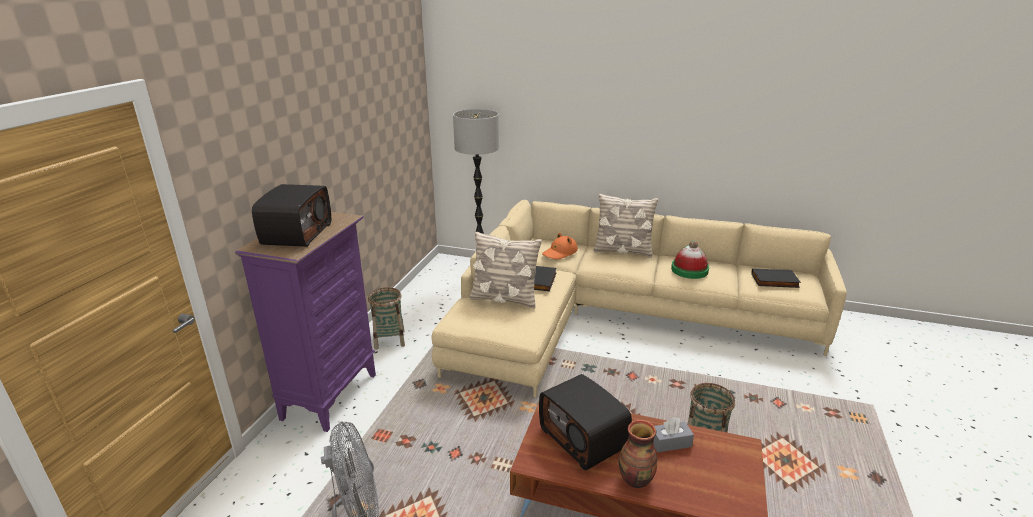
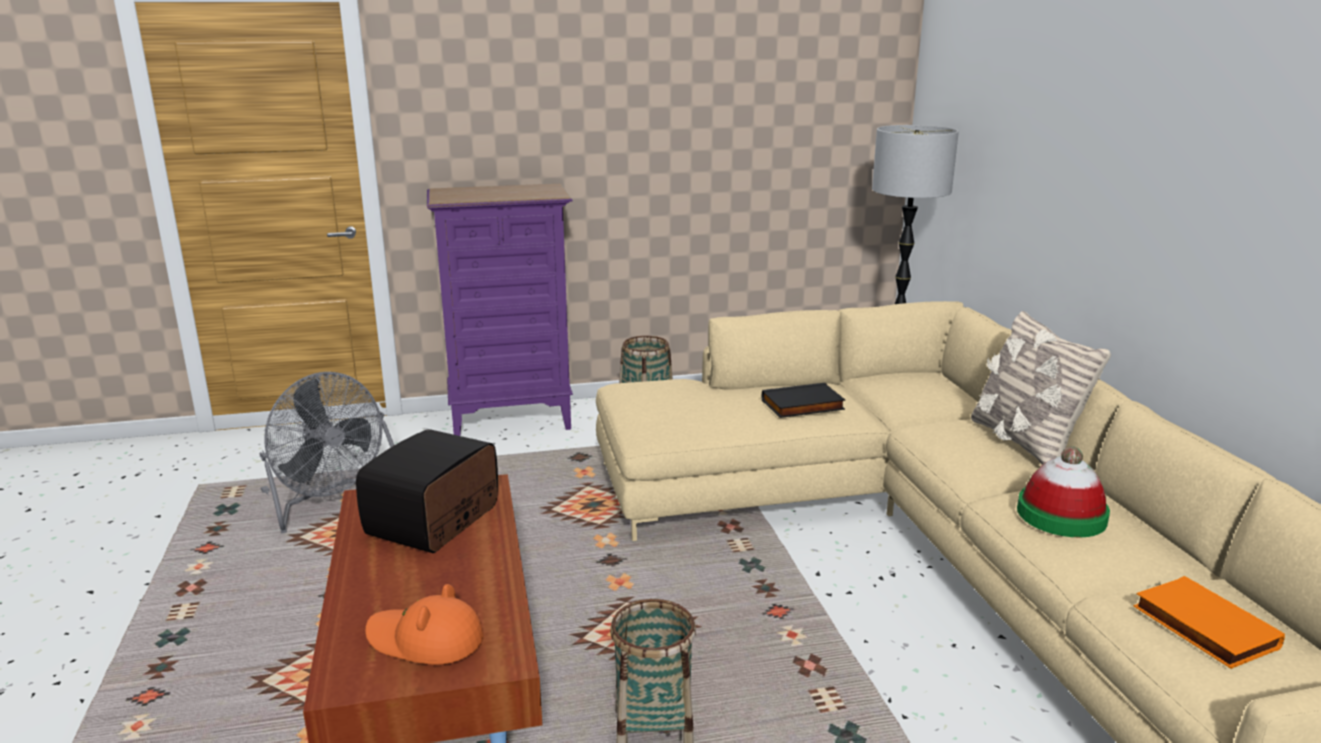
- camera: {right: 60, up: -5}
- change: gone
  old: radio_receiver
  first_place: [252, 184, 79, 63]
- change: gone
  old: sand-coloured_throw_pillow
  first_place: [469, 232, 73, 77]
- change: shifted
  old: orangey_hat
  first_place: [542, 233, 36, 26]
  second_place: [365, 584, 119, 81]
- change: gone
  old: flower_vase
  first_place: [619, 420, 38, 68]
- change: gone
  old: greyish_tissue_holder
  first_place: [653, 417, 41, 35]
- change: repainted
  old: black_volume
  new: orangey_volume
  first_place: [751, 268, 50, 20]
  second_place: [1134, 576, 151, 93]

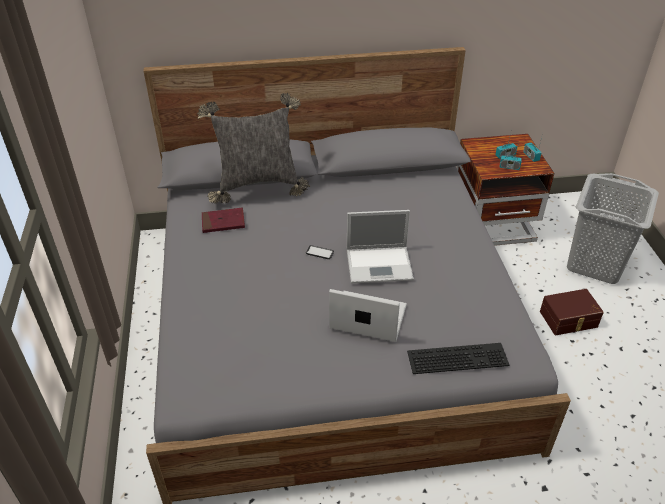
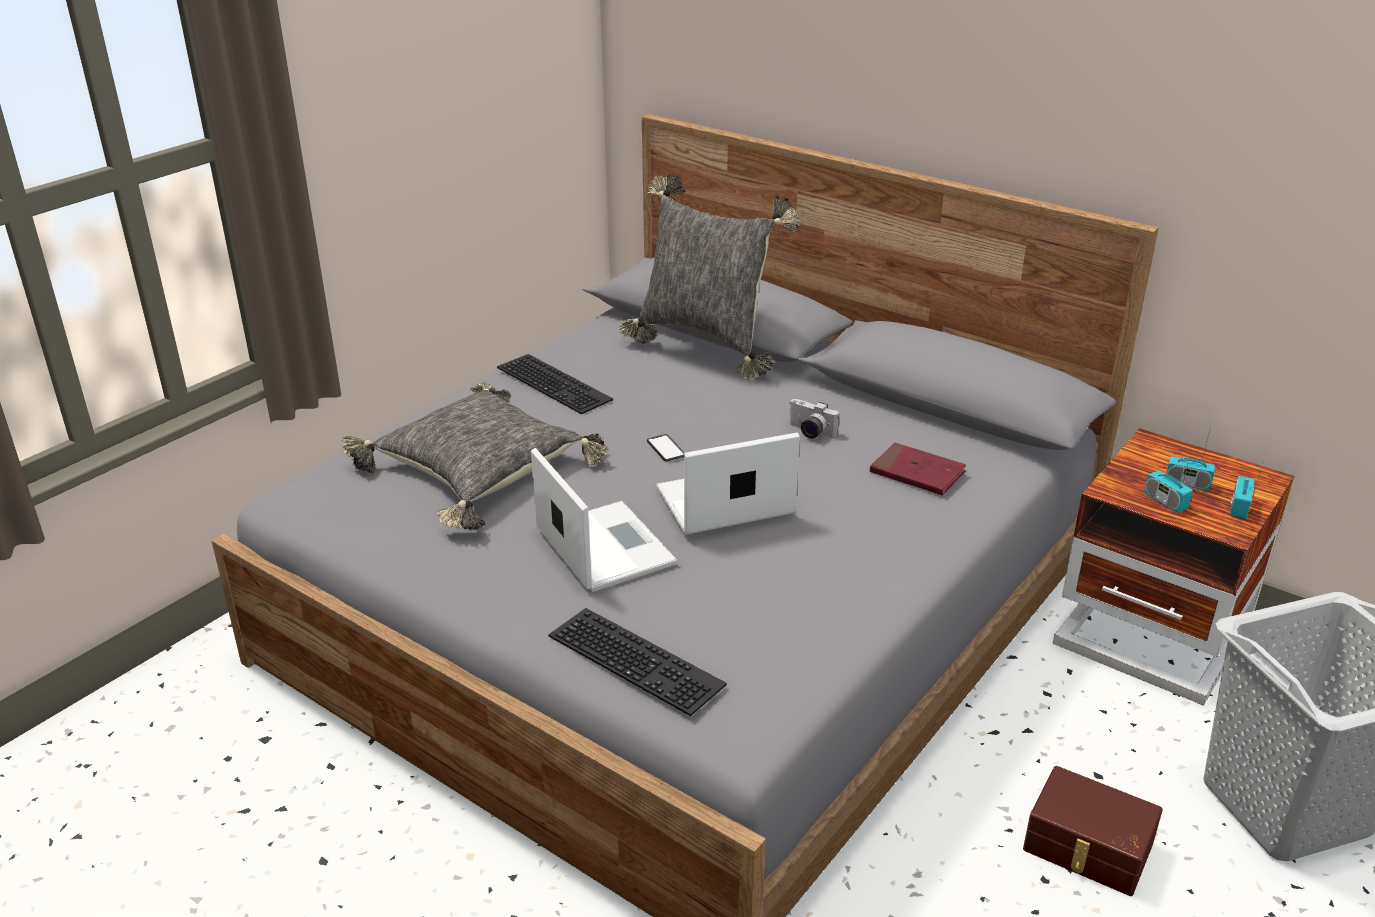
- camera: {right: 45, up: -10}
- change: shifted
  old: red_volume
  first_place: [202, 208, 43, 25]
  second_place: [870, 443, 96, 52]
- change: rotated
  old: laptop
  first_place: [347, 210, 67, 73]
  second_place: [656, 433, 144, 102]
  degrees: 120
- change: new
  new: throw_pillow
  second_place: [342, 382, 267, 148]
- change: new
  new: computer_keyboard
  second_place: [497, 354, 116, 60]
- change: new
  new: still_camera
  second_place: [790, 399, 49, 40]

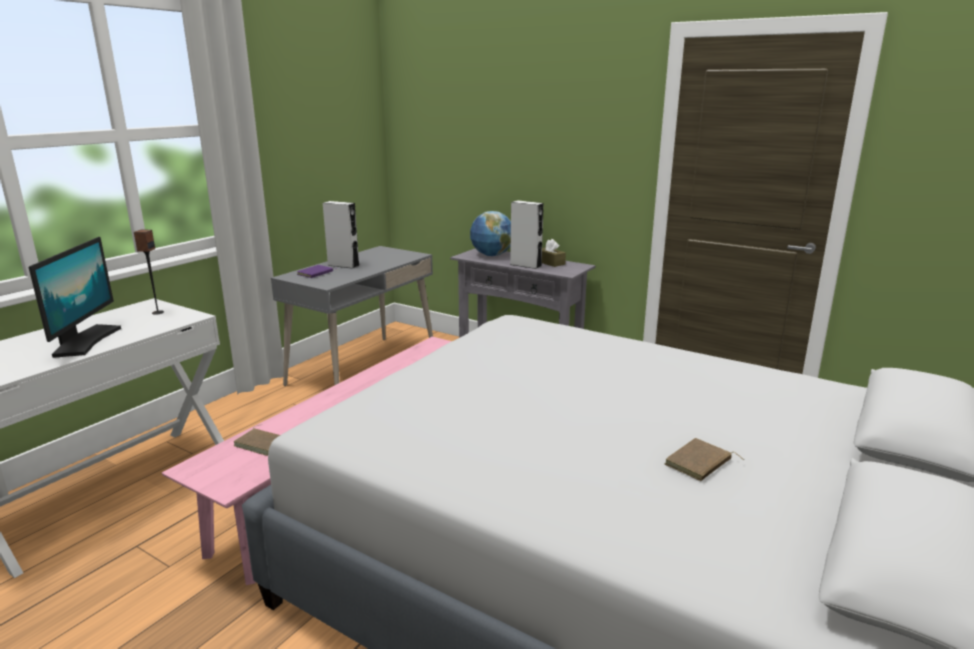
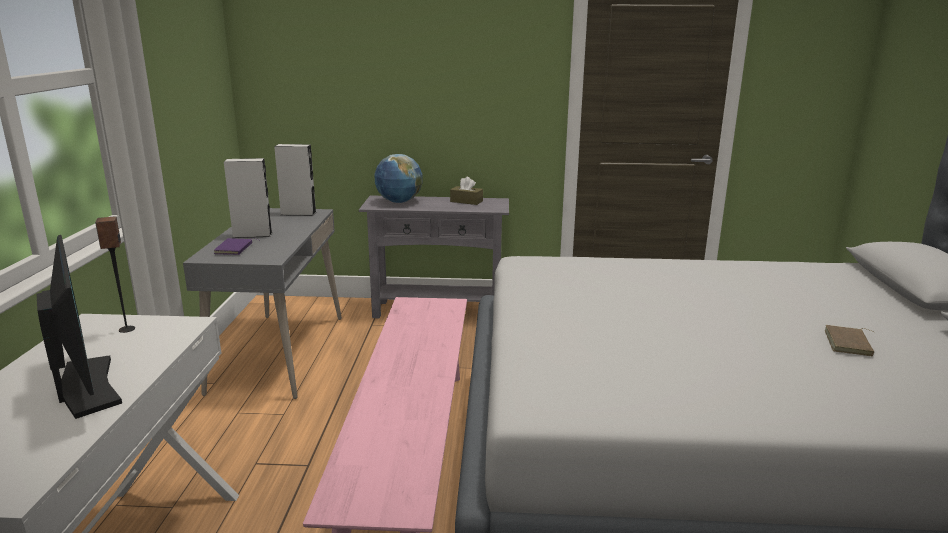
- camera: {right: -30, up: 0}
- change: gone
  old: brown_volume
  first_place: [233, 425, 47, 31]
- change: shifted
  old: greyish_loudspeaker
  first_place: [510, 200, 33, 69]
  second_place: [274, 144, 42, 72]

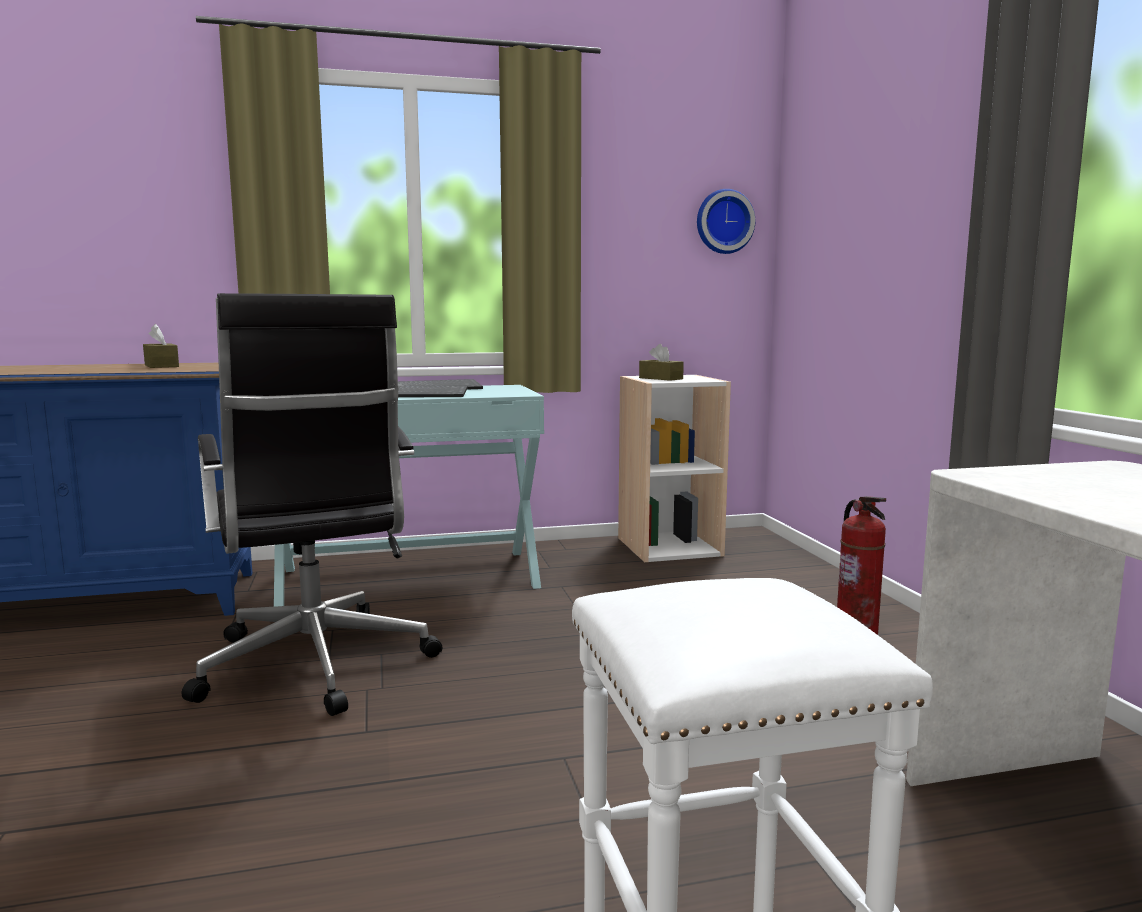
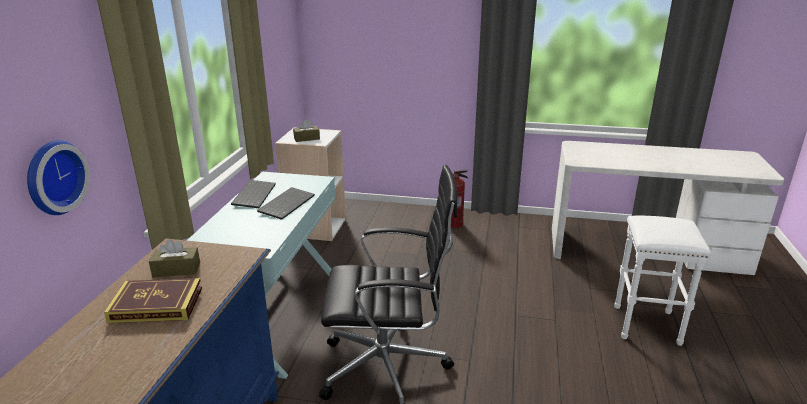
- camera: {right: -65, up: 15}
- change: shifted
  old: clock_on_the_wall
  first_place: [697, 189, 58, 65]
  second_place: [27, 140, 63, 75]
- change: new
  new: volume
  second_place: [104, 278, 98, 45]

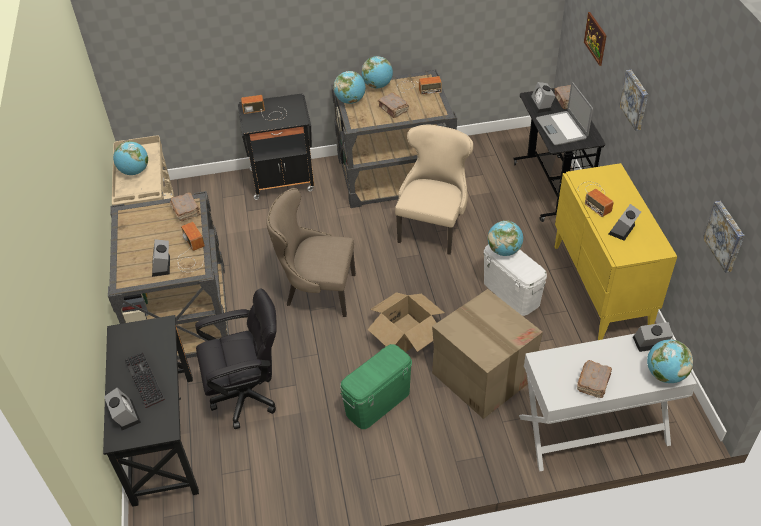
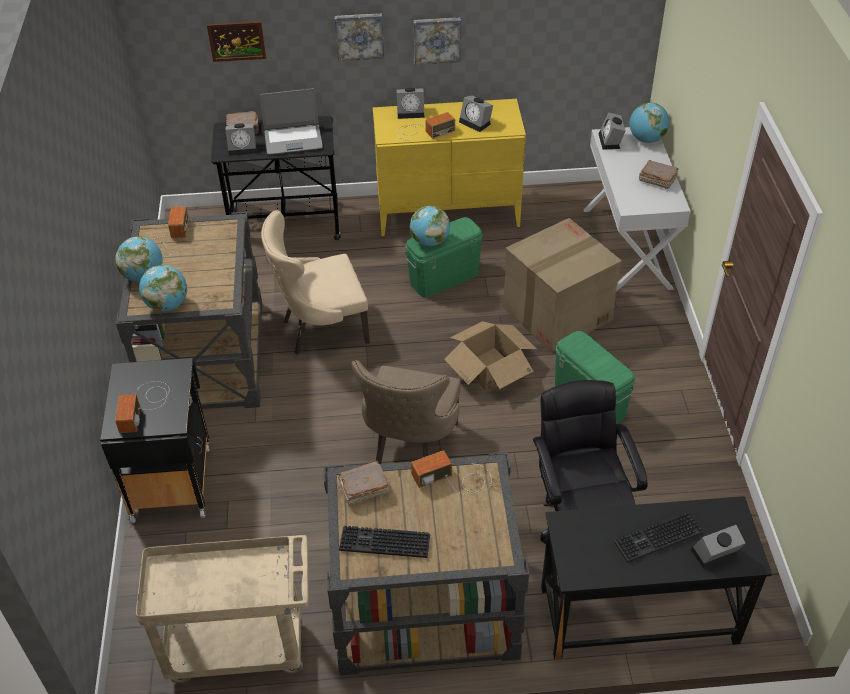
- camera: {right: -85, up: 0}
- change: gone
  old: globe
  first_place: [113, 141, 35, 34]
- change: shifted
  old: bedside_clock
  first_place: [152, 239, 18, 38]
  second_place: [397, 88, 27, 31]
- change: gone
  old: brown_volume
  first_place: [378, 92, 31, 26]
- change: rotated
  old: sand-coloured_plain_chair
  first_place: [395, 125, 78, 130]
  second_place: [261, 210, 109, 145]
  degrees: -45
- change: repainted
  old: white-coloured_storage_box
  new: greenish_storage_box
  first_place: [484, 244, 63, 72]
  second_place: [405, 217, 78, 80]
- change: shifted
  old: wall_picture
  first_place: [703, 201, 42, 72]
  second_place: [414, 17, 47, 48]
- change: new
  new: computer_keyboard
  second_place: [339, 526, 91, 32]

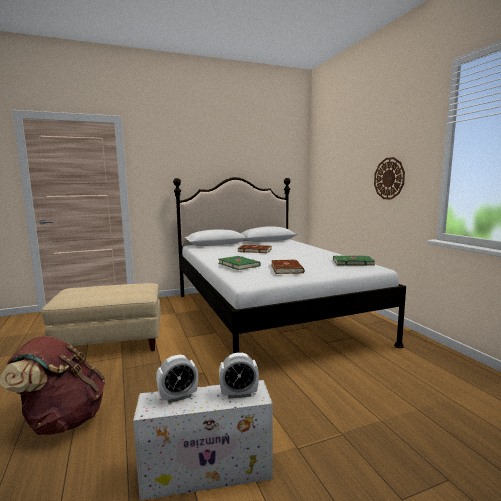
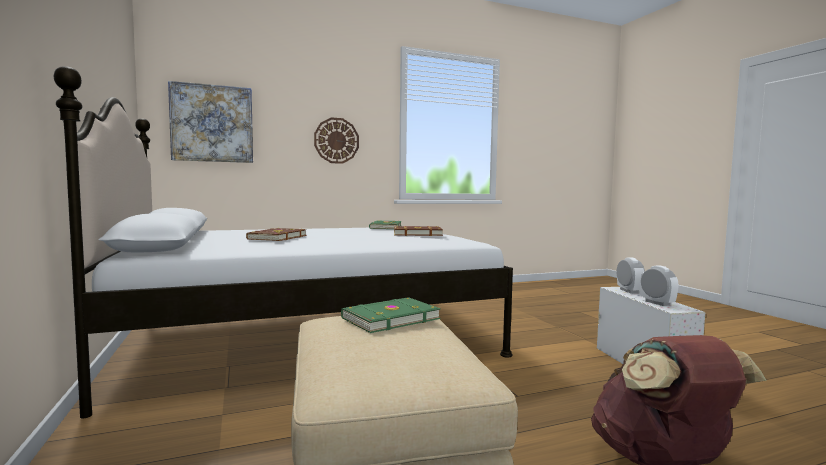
- camera: {right: -90, up: -5}
- change: shifted
  old: greenish_volume
  first_place: [218, 256, 43, 14]
  second_place: [341, 297, 100, 36]
- change: new
  new: wall_picture
  second_place: [168, 81, 85, 82]

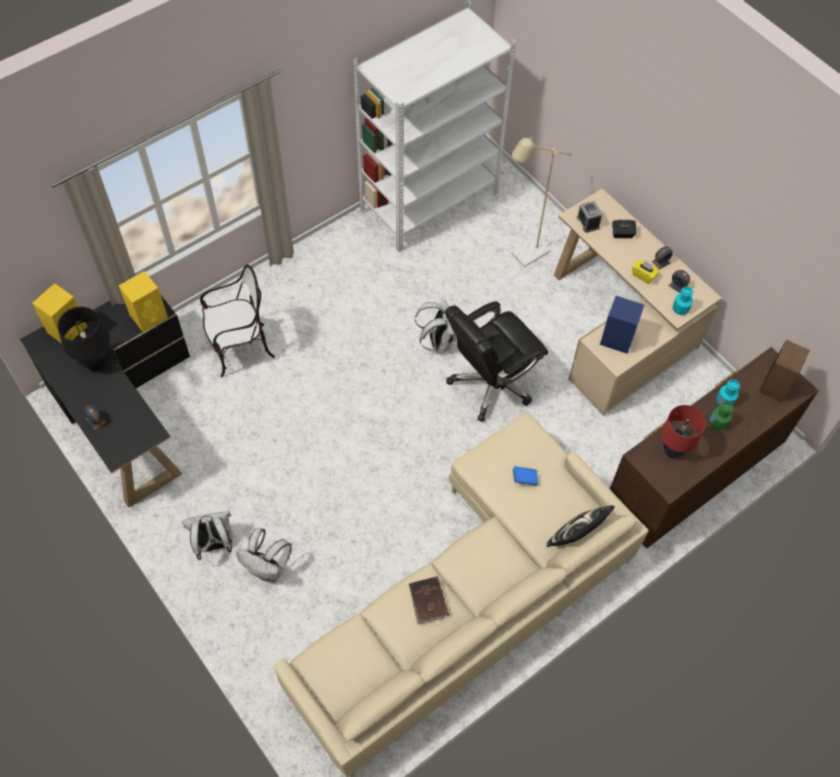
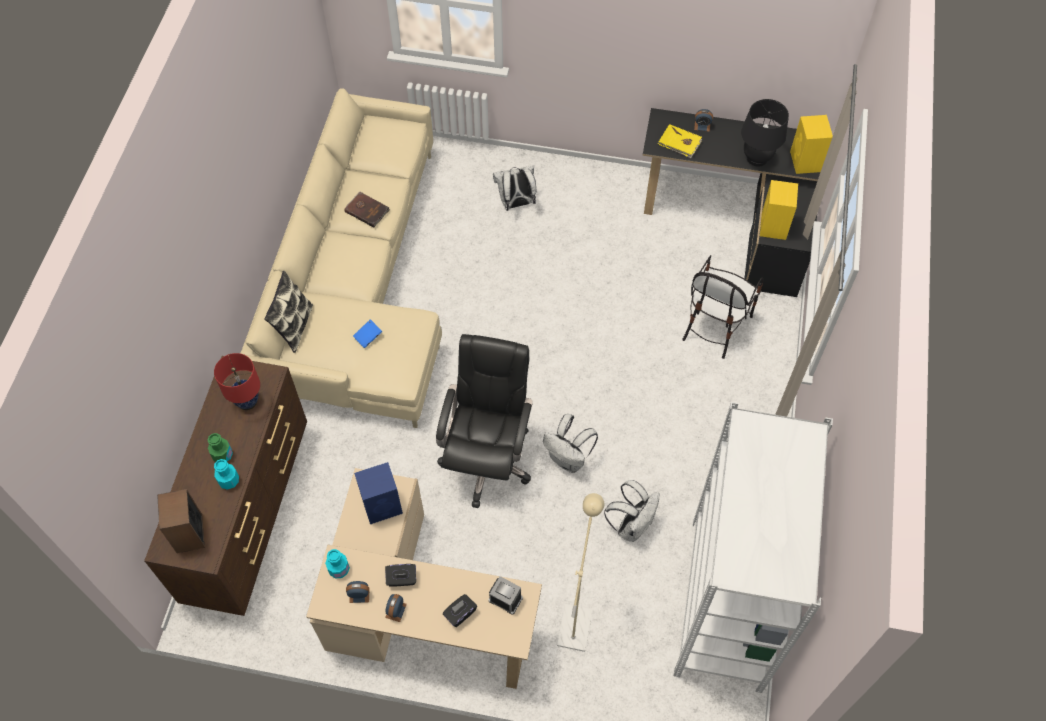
- camera: {right: 140, up: 0}
- change: shifted
  old: white-coloured_rucksack
  first_place: [182, 511, 51, 49]
  second_place: [604, 480, 56, 62]
- change: repainted
  old: yellow_tissue_holder
  new: black_tissue_holder
  first_place: [632, 260, 27, 24]
  second_place: [385, 564, 31, 23]
- change: new
  new: yellow_volume
  second_place: [658, 124, 44, 34]

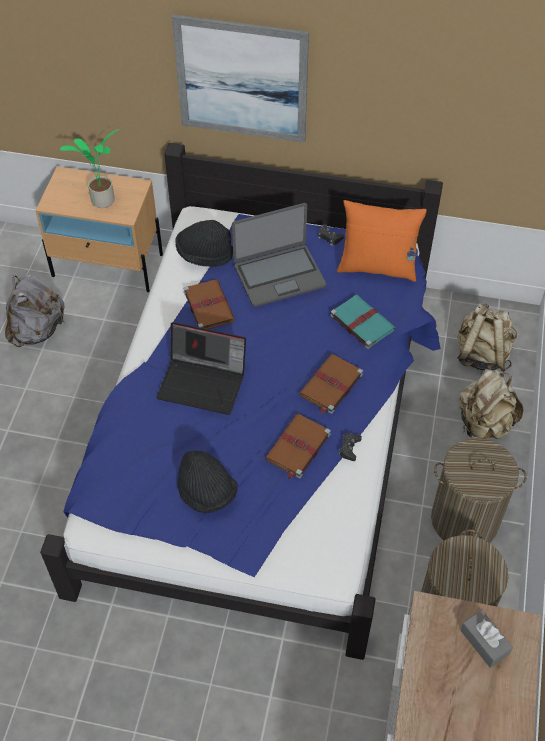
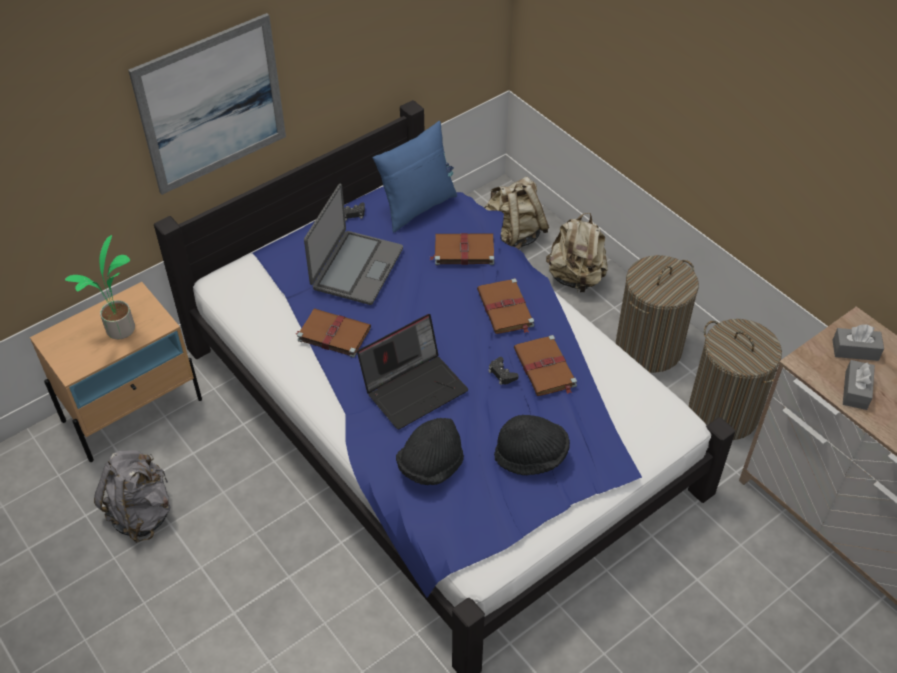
- camera: {right: -50, up: -5}
- change: shifted
  old: black_hat
  first_place: [175, 220, 58, 47]
  second_place: [396, 418, 68, 67]
- change: repainted
  old: turquoise-coloured_volume
  new: brown_volume
  first_place: [330, 295, 66, 54]
  second_place: [430, 233, 64, 32]
- change: repainted
  old: orangey_throw_pillow
  new: blue_throw_pillow
  first_place: [337, 200, 90, 82]
  second_place: [373, 121, 84, 111]
- change: shifted
  old: black_gamepad
  first_place: [338, 433, 24, 28]
  second_place: [488, 357, 31, 28]
- change: new
  new: greyish_tissue_holder
  second_place: [843, 360, 32, 50]

